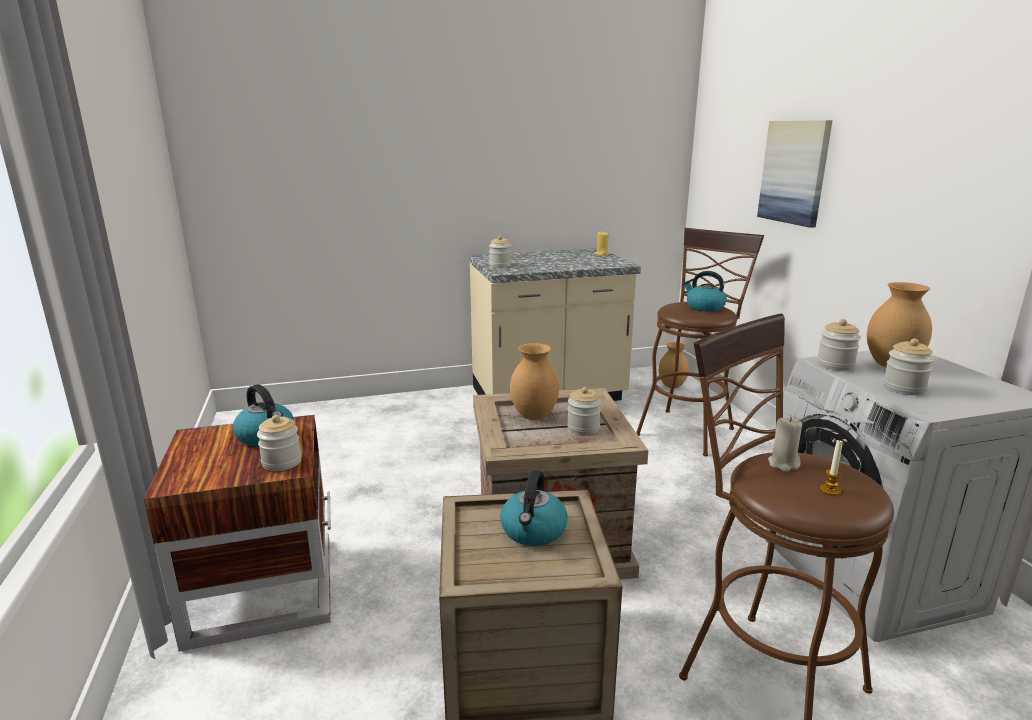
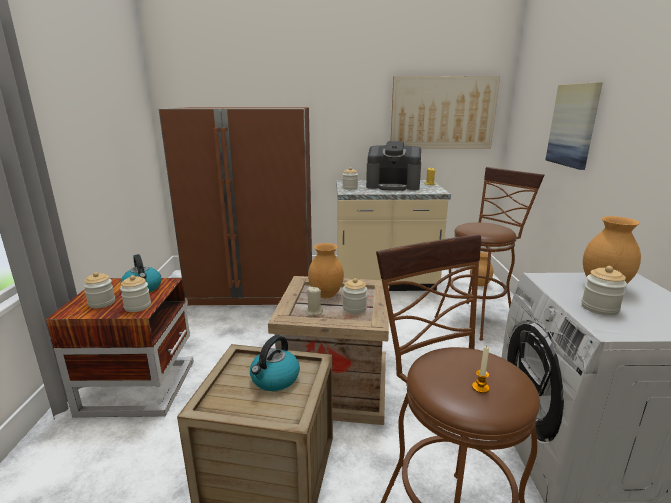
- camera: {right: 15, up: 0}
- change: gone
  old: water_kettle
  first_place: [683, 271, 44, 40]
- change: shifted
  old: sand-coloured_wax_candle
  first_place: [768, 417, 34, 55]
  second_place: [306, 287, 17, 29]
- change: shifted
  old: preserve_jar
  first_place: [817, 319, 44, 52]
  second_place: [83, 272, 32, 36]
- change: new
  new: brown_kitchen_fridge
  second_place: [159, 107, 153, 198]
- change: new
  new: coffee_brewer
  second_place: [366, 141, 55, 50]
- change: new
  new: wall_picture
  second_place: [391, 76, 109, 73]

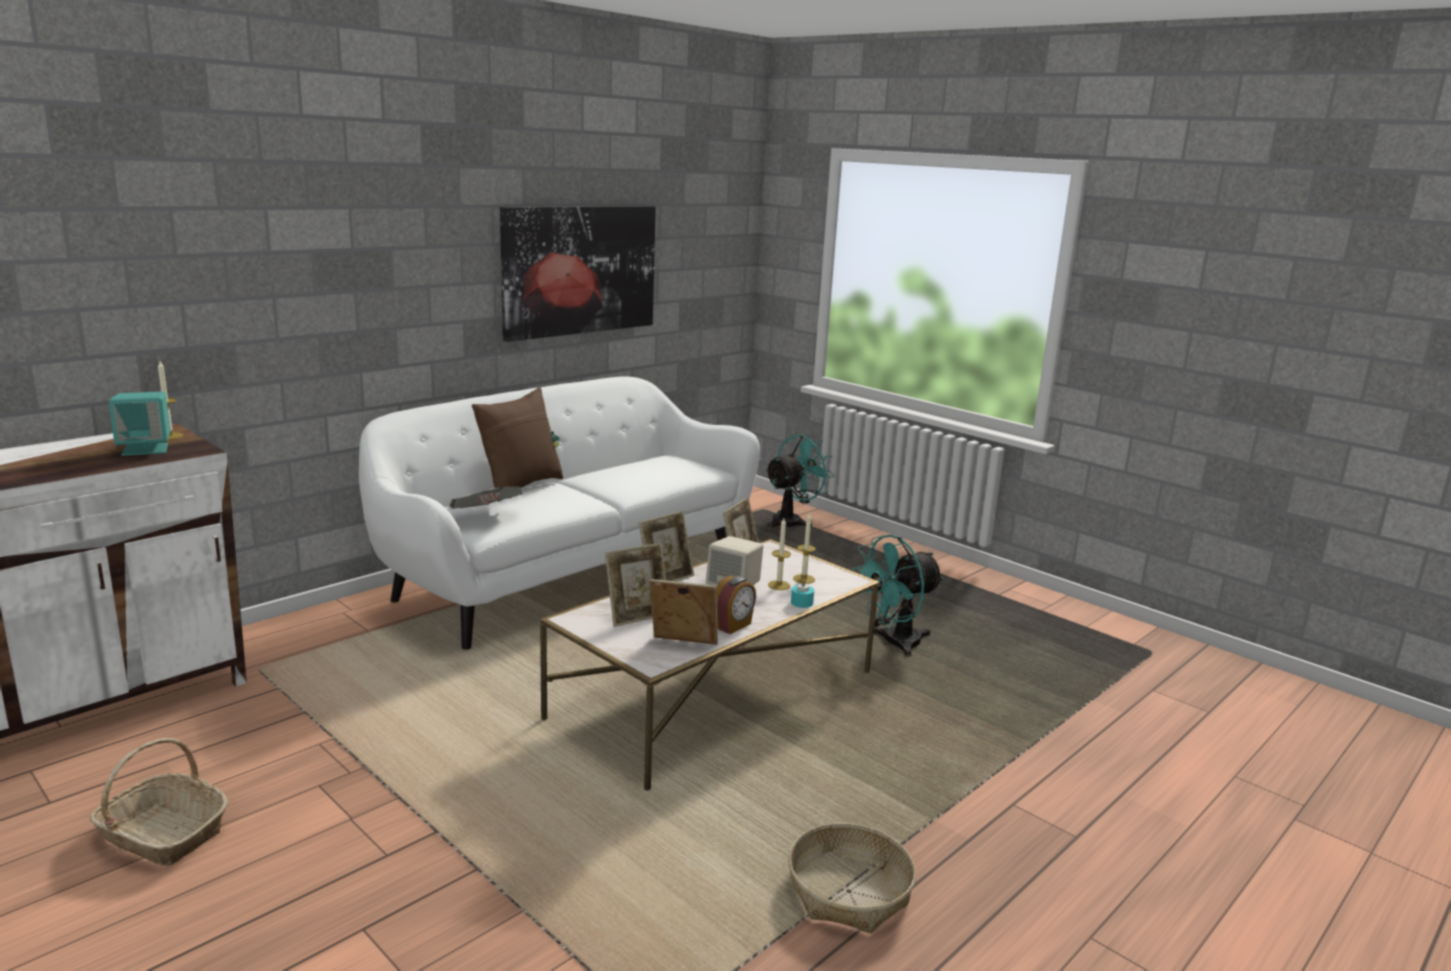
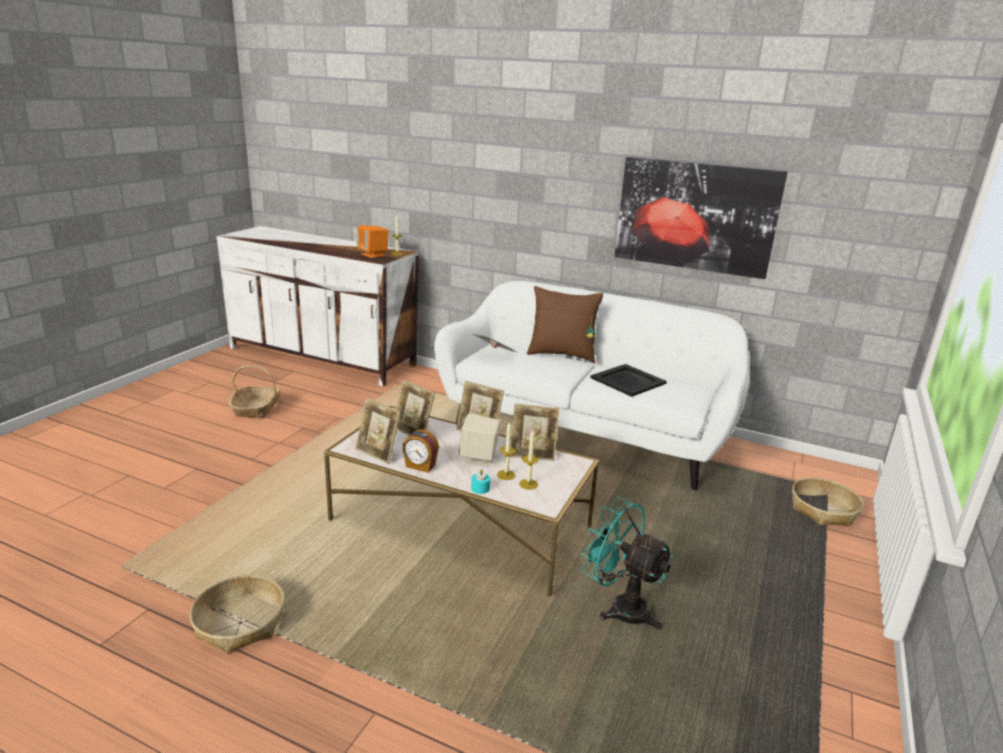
- camera: {right: 70, up: 5}
- change: repainted
  old: turquoise-coloured_loudspeaker
  new: orangey_loudspeaker
  first_place: [109, 391, 61, 65]
  second_place: [357, 225, 32, 33]
- change: rotated
  old: standing_frame
  first_place: [649, 579, 69, 66]
  second_place: [355, 398, 46, 66]
  degrees: 135
- change: swapped
  old: turquoise-coloured_electric_fan
  new: household_basket
  first_place: [765, 434, 70, 94]
  second_place: [792, 478, 71, 48]
- change: new
  new: black_tray
  second_place: [590, 364, 77, 33]

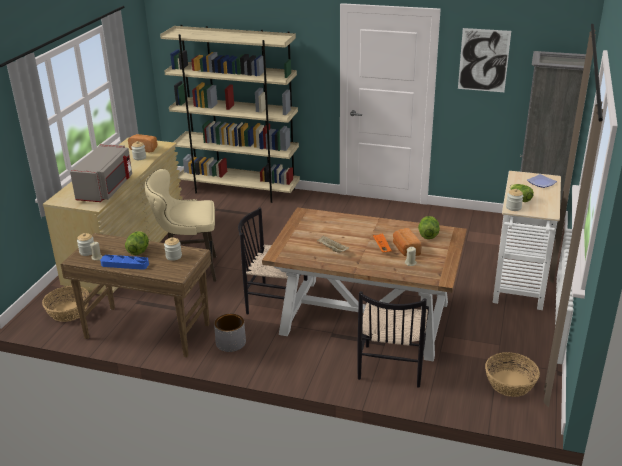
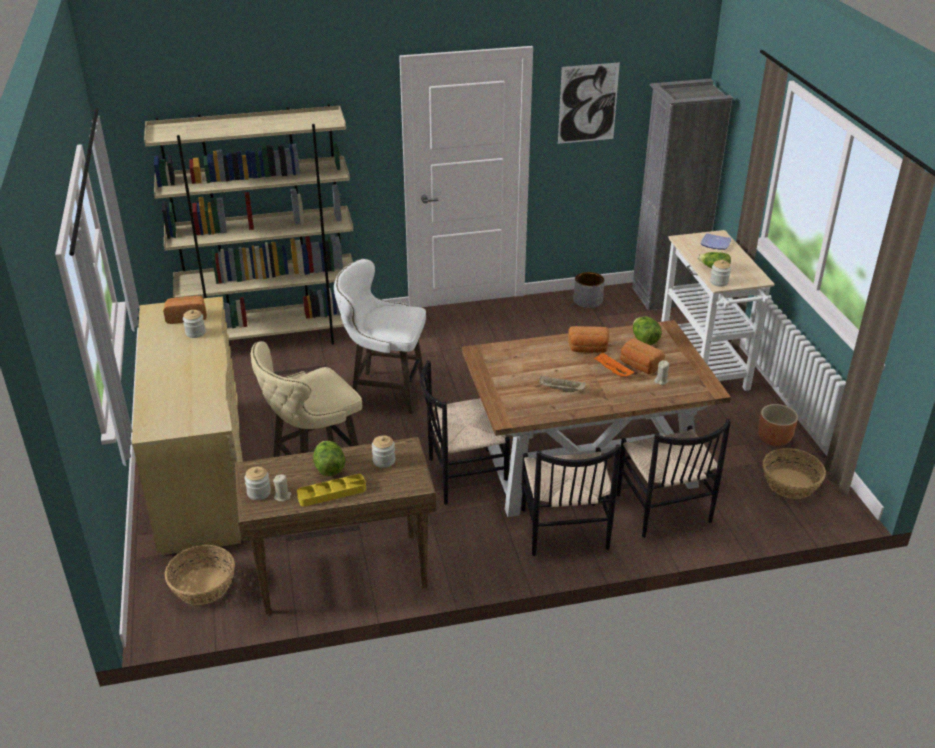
- camera: {right: -30, up: 5}
- change: gone
  old: greyish_kitchen_microwave
  first_place: [70, 144, 62, 58]
- change: repainted
  old: blue_tray
  new: yellow_tray
  first_place: [100, 255, 49, 15]
  second_place: [297, 474, 69, 33]
- change: shifted
  old: greyish_flower_pot
  first_place: [214, 314, 32, 38]
  second_place: [573, 272, 31, 36]
- change: new
  new: white-coloured_stool
  second_place: [334, 258, 92, 156]
- change: new
  new: black_plain_chair
  second_place: [521, 444, 100, 112]
- change: new
  new: bread
  second_place: [568, 326, 41, 27]
- change: new
  new: brown_flower_pot
  second_place: [758, 404, 40, 42]

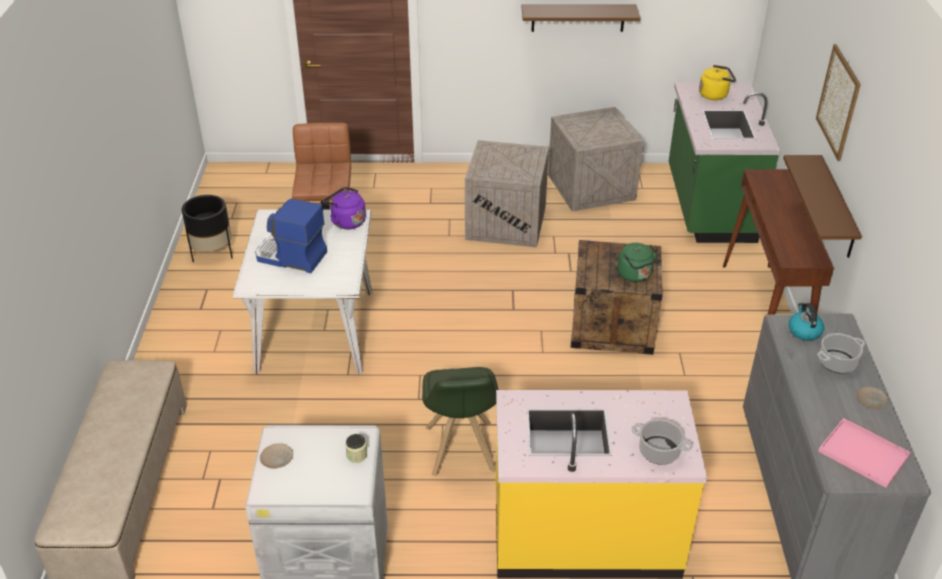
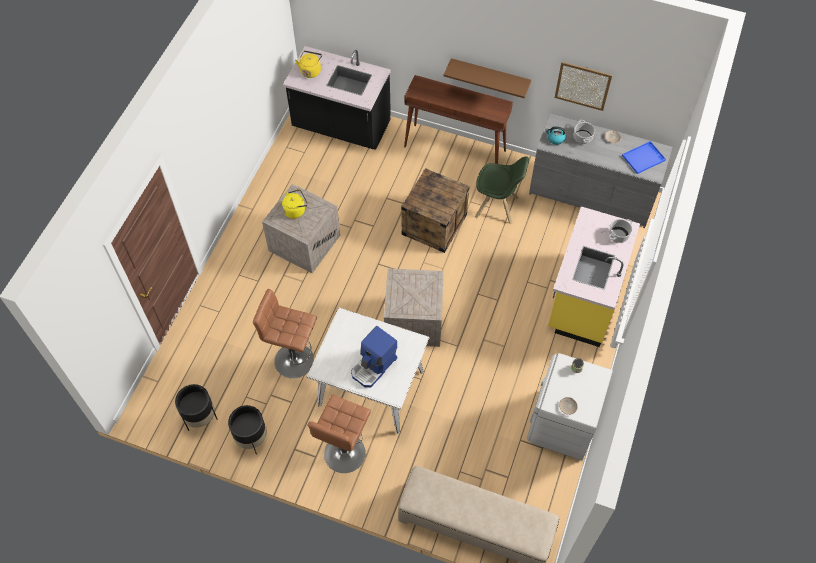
- camera: {right: -70, up: 20}
- change: gone
  old: purple-coloured_water_kettle
  first_place: [323, 187, 43, 43]
- change: shifted
  old: greenish_plain_chair
  first_place: [422, 367, 77, 110]
  second_place: [475, 156, 54, 68]
- change: gone
  old: brown_wall_shelf
  first_place: [522, 4, 118, 28]
- change: shifted
  old: crate
  first_place: [548, 107, 95, 104]
  second_place: [384, 268, 60, 79]
- change: gone
  old: greenish_water_kettle
  first_place: [618, 243, 43, 39]
- change: repainted
  old: greenish_kitchen_base_unit
  new: black_kitchen_base_unit
  first_place: [669, 82, 111, 161]
  second_place: [283, 46, 108, 104]
- change: shifted
  old: wall_picture
  first_place: [816, 44, 45, 117]
  second_place: [555, 62, 57, 49]
- change: repainted
  old: pink_tray
  new: blue_tray
  first_place: [818, 418, 93, 70]
  second_place: [622, 141, 44, 33]
- change: new
  new: black_flower_pot
  second_place: [175, 384, 43, 47]
- change: new
  new: yellow_water_kettle
  second_place: [282, 189, 26, 30]
- change: new
  new: brown_stool
  second_place: [307, 395, 64, 78]

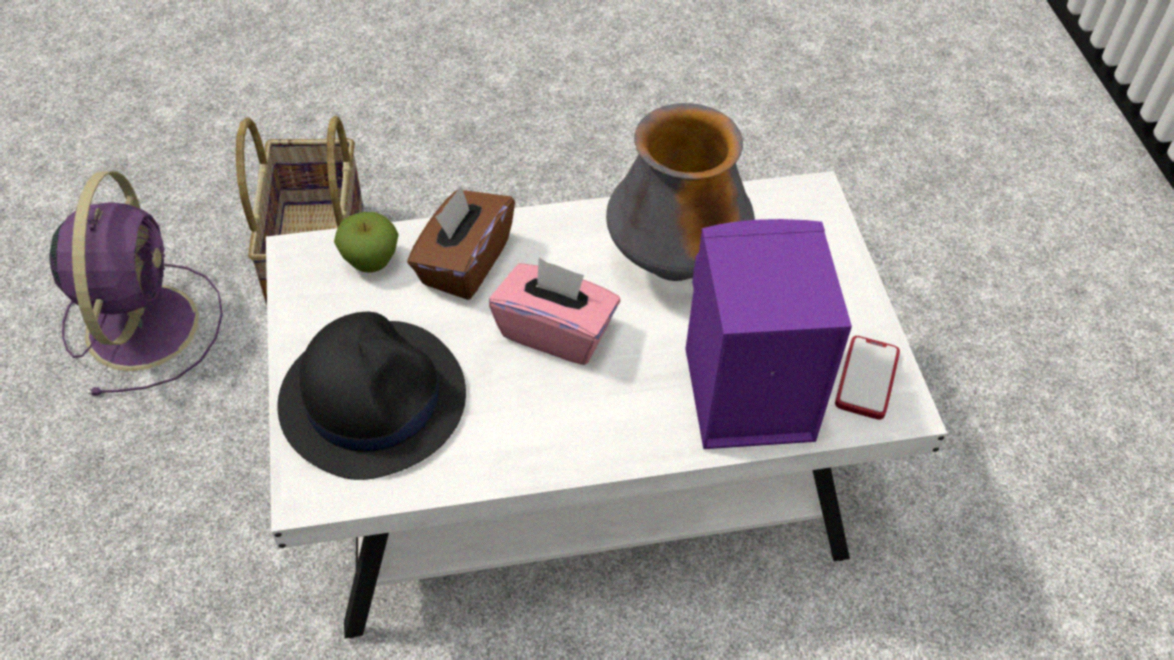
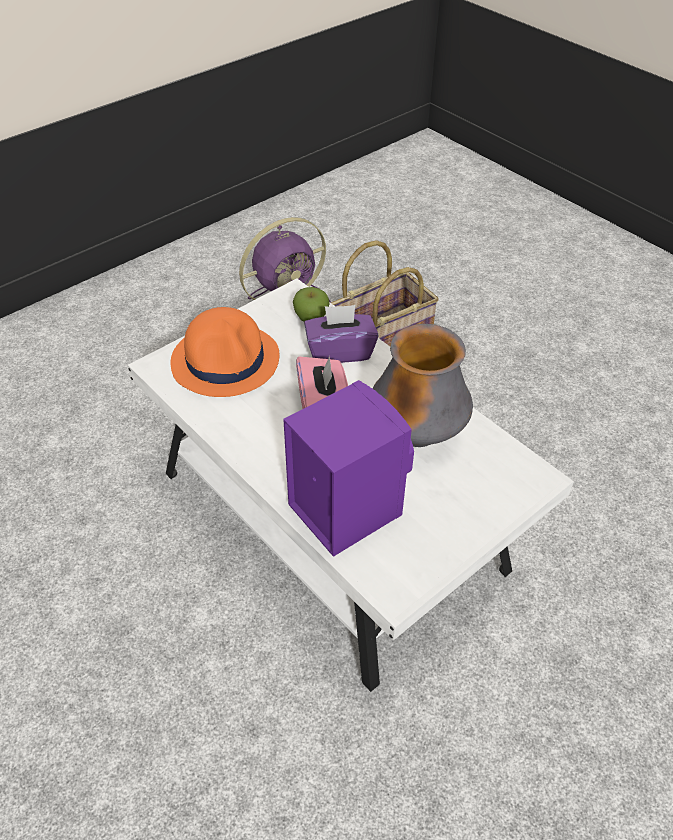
- camera: {right: 60, up: -5}
- change: repainted
  old: black_hat
  new: orangey_hat
  first_place: [278, 312, 188, 168]
  second_place: [171, 307, 109, 90]
- change: repainted
  old: brown_tissue_holder
  new: purple-coloured_tissue_holder
  first_place: [407, 186, 108, 114]
  second_place: [304, 305, 74, 58]
- change: gone
  old: handset
  first_place: [835, 336, 65, 84]

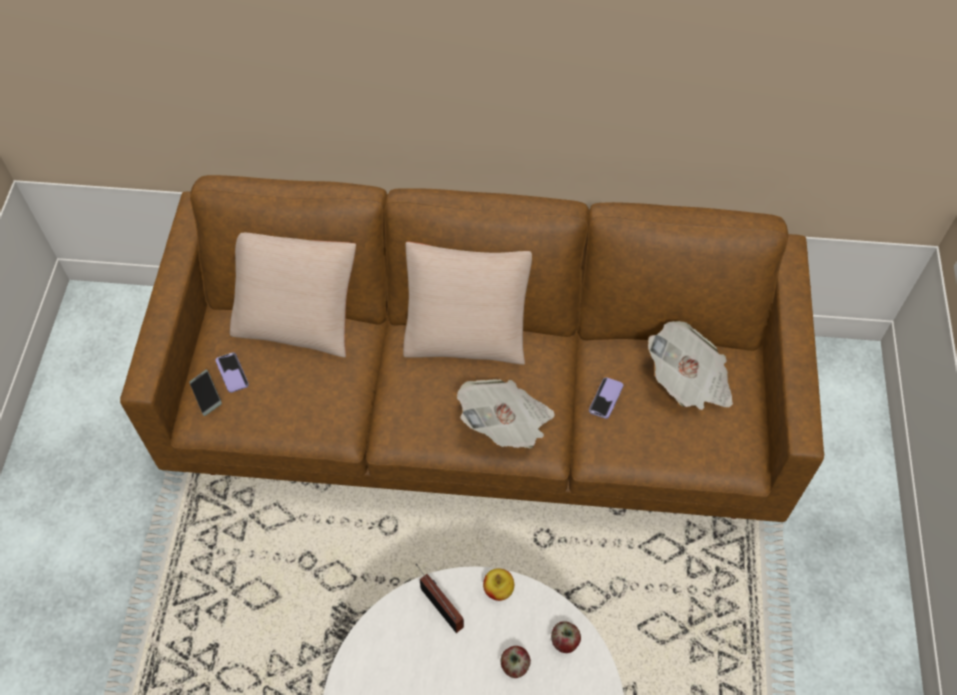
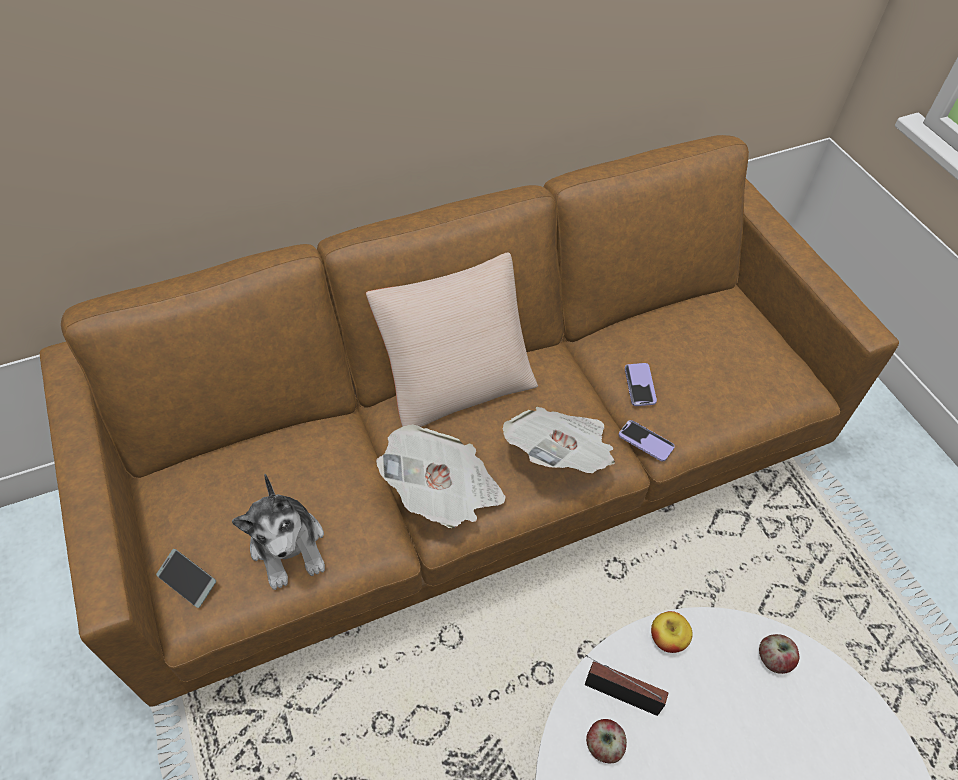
- camera: {right: -30, up: -5}
- change: shifted
  old: handset
  first_place: [216, 353, 33, 40]
  second_place: [619, 420, 56, 41]
- change: gone
  old: sand-coloured_throw_pillow
  first_place: [230, 233, 126, 125]
- change: shifted
  old: apple
  first_place: [501, 646, 30, 32]
  second_place: [586, 719, 41, 44]
- change: shifted
  old: daily_paper
  first_place: [648, 321, 85, 89]
  second_place: [376, 424, 130, 104]
- change: new
  new: cuddly_toy
  second_place: [232, 474, 93, 116]

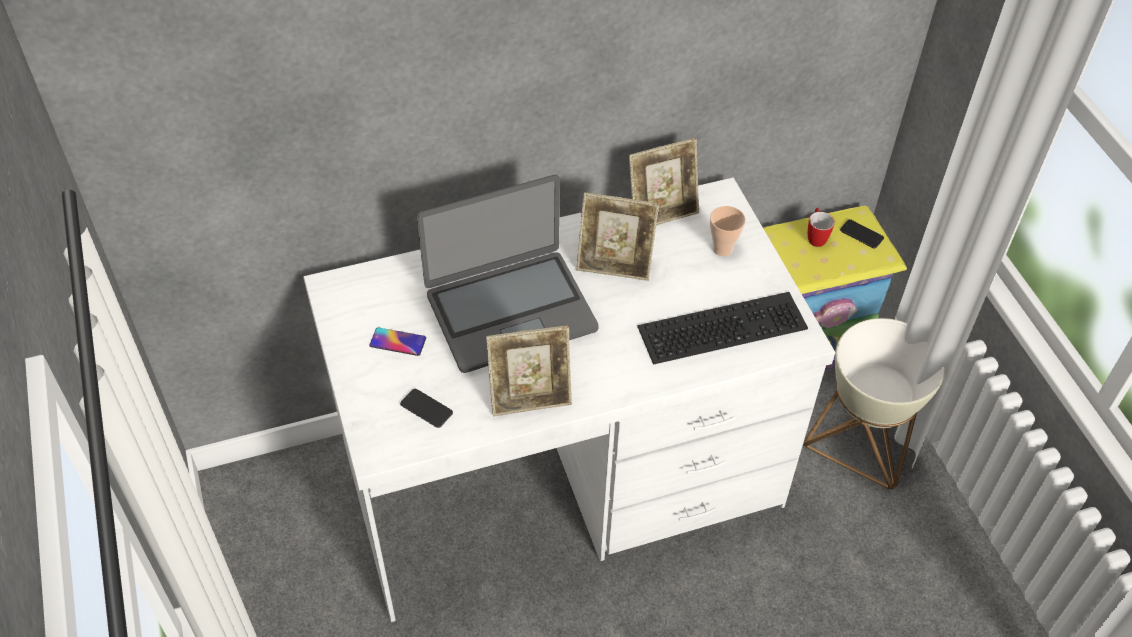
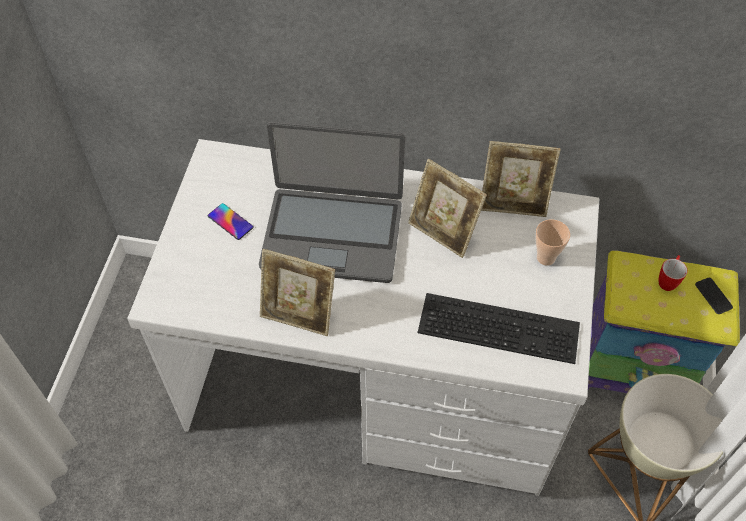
- camera: {right: 30, up: 5}
- change: gone
  old: handset
  first_place: [400, 389, 53, 39]

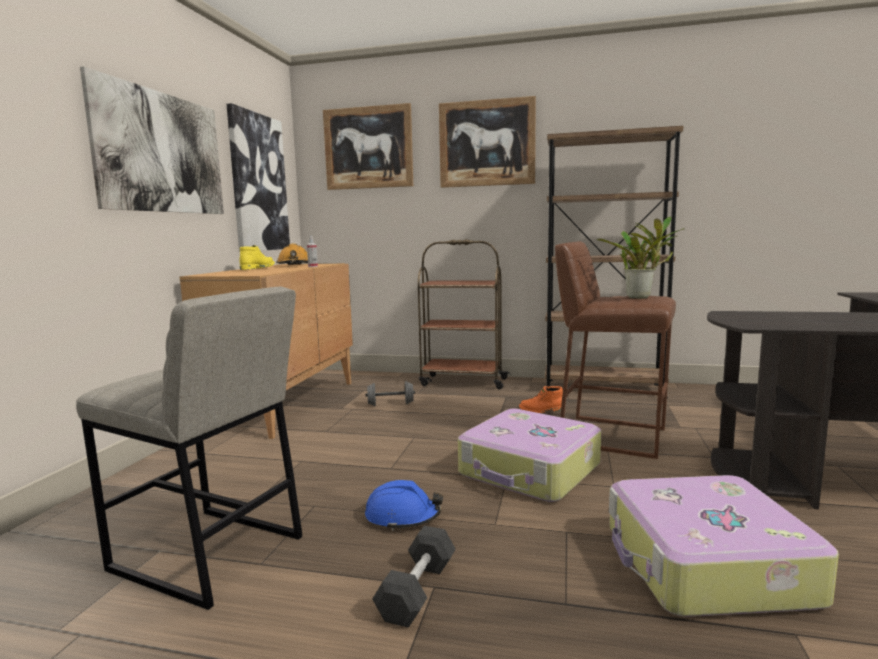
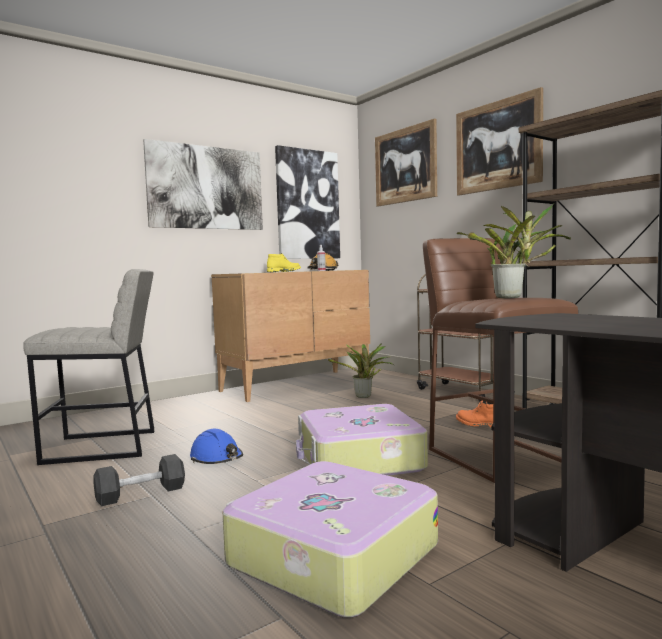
- camera: {right: 40, up: -5}
- change: rotated
  old: greyish_plain_chair
  first_place: [76, 287, 226, 323]
  second_place: [23, 269, 131, 196]
  degrees: -75
- change: swapped
  old: greyish_hand_weight
  new: plant_in_a_pot
  first_place: [366, 381, 49, 25]
  second_place: [328, 343, 67, 55]

